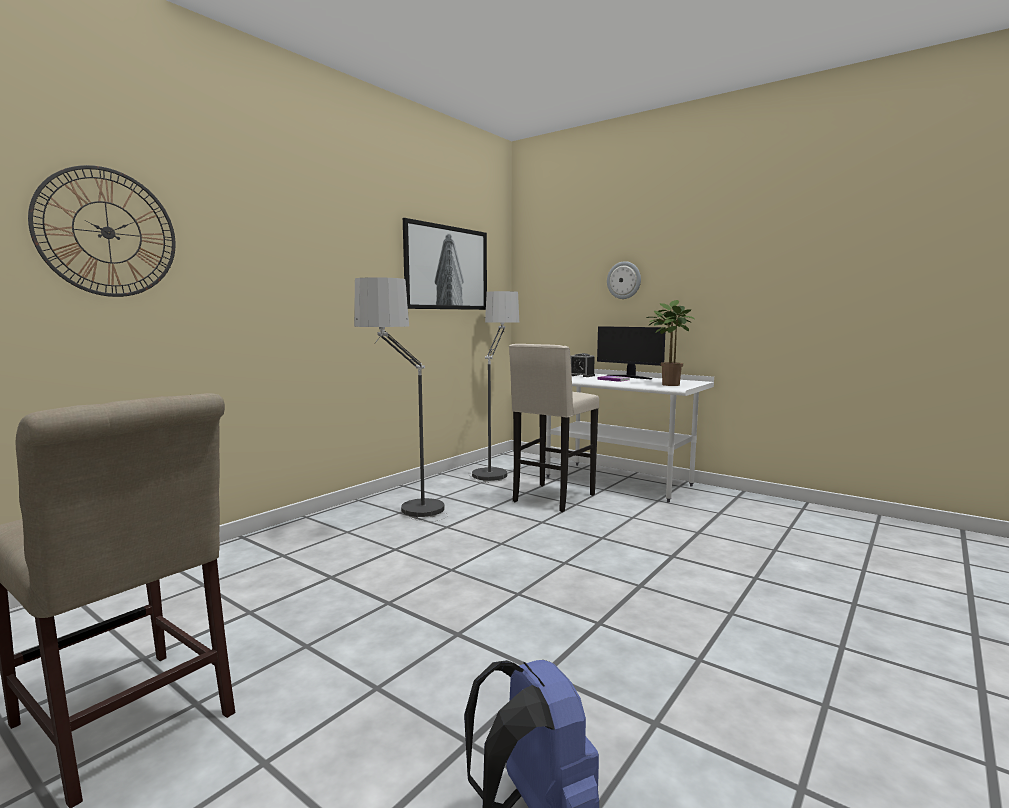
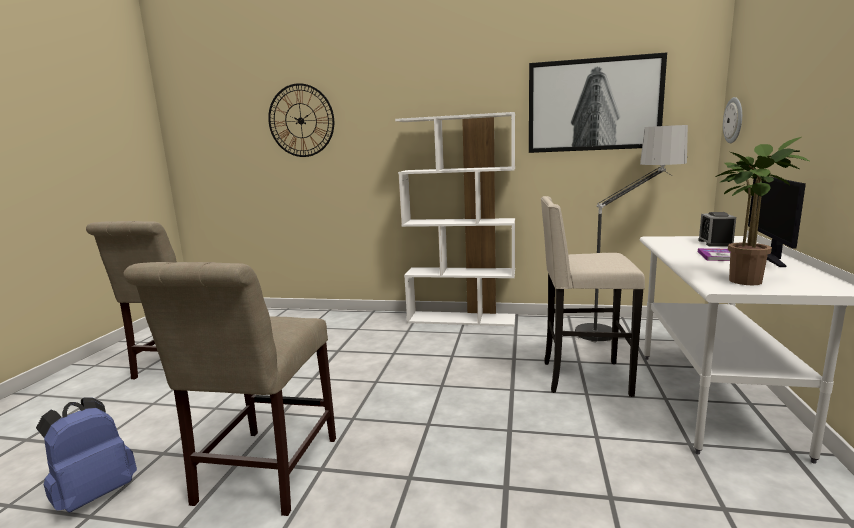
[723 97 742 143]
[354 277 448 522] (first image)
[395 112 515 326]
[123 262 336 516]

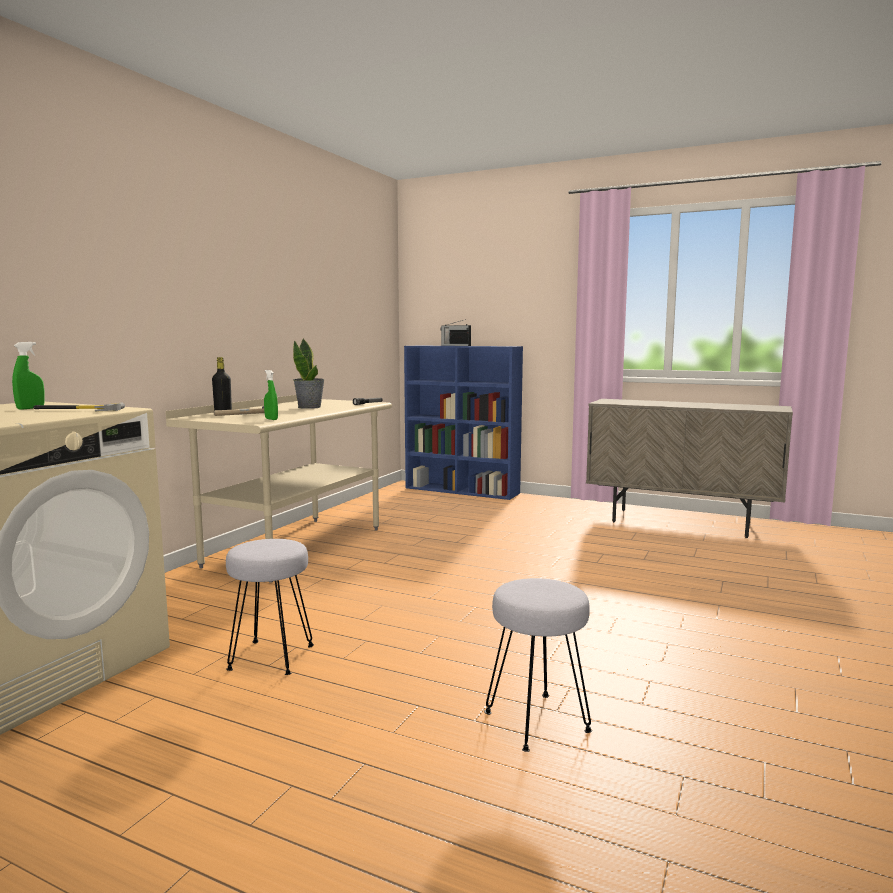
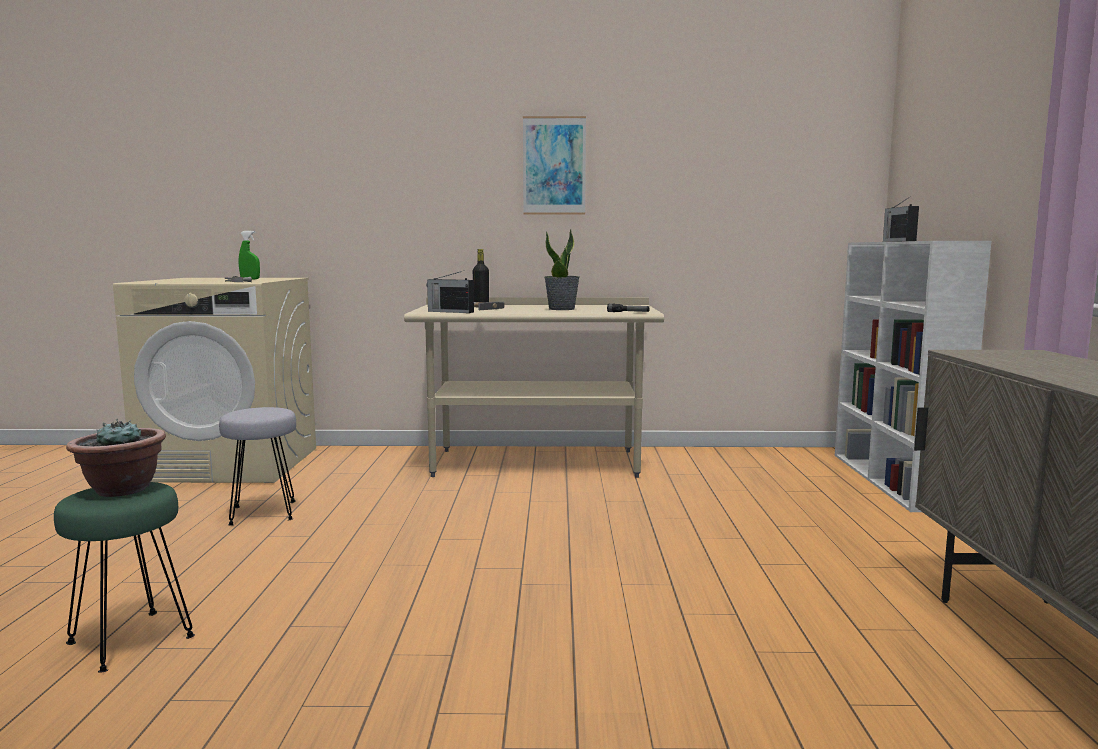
[835 241 991 512]
[427 270 474 313]
[54 482 195 673]
[523 116 586 215]
[66 419 166 497]

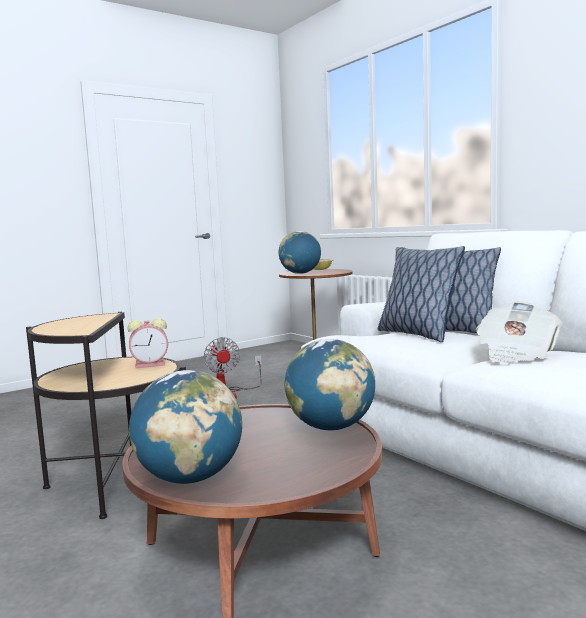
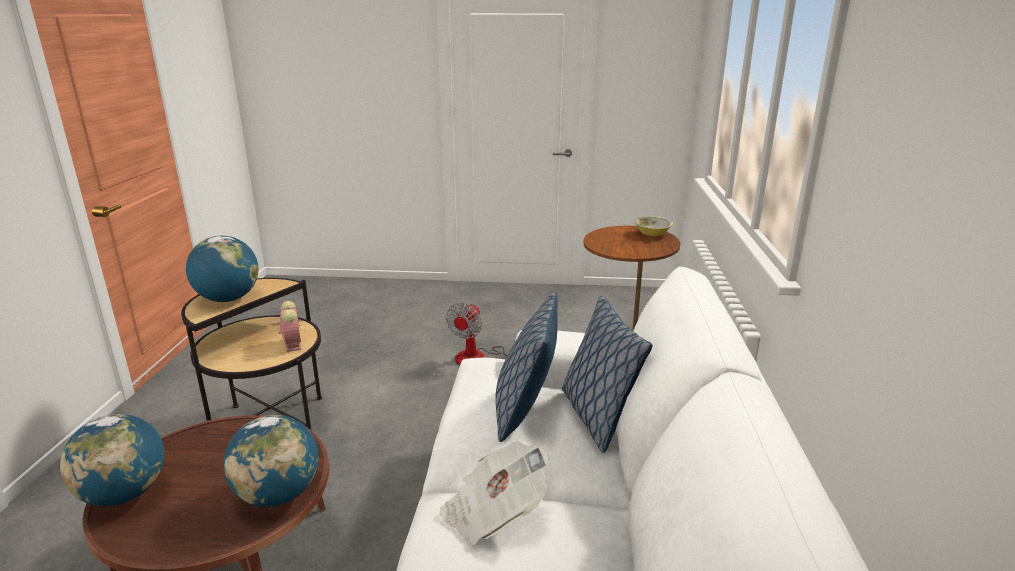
[186 236 259 302]
[277 301 301 352]

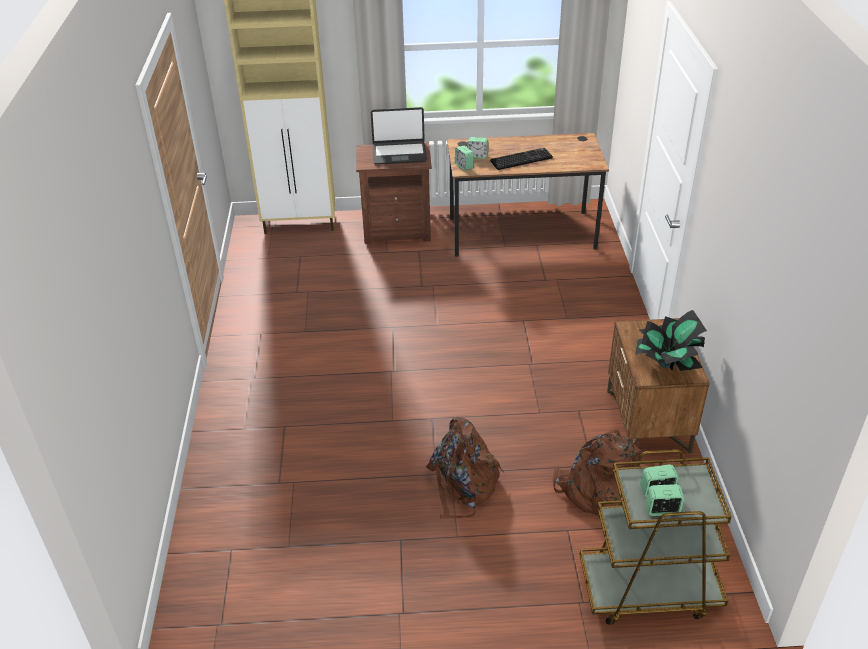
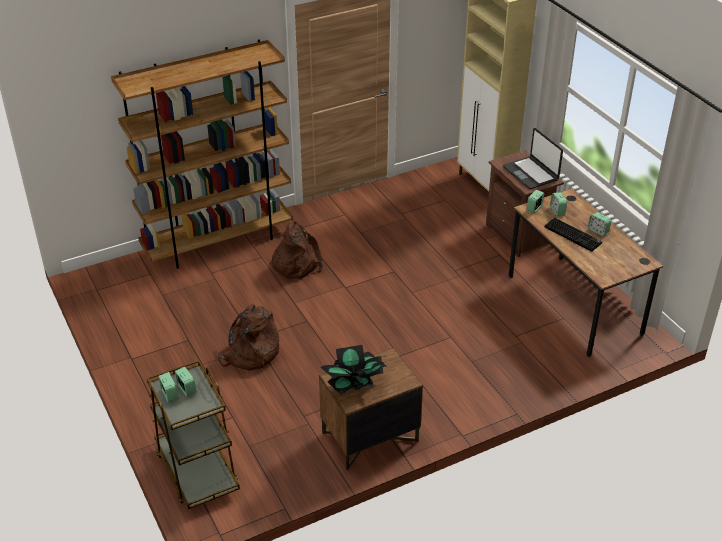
[269 222 323 279]
[111 40 293 269]
[588 212 611 236]

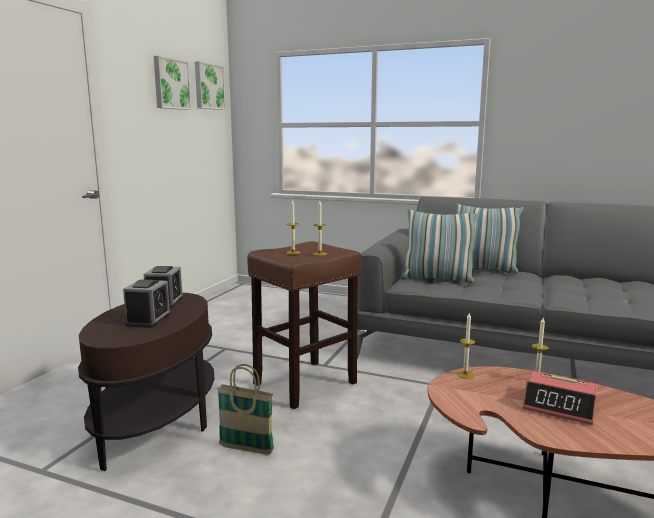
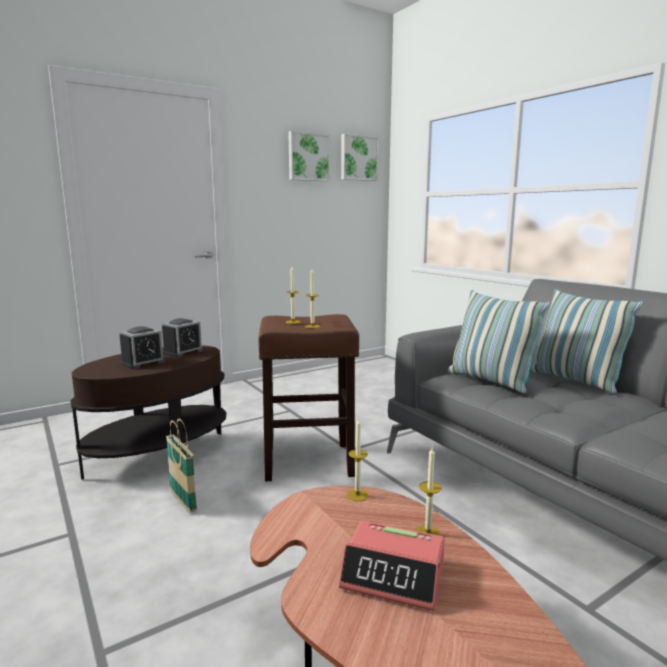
[339 520 445 611]

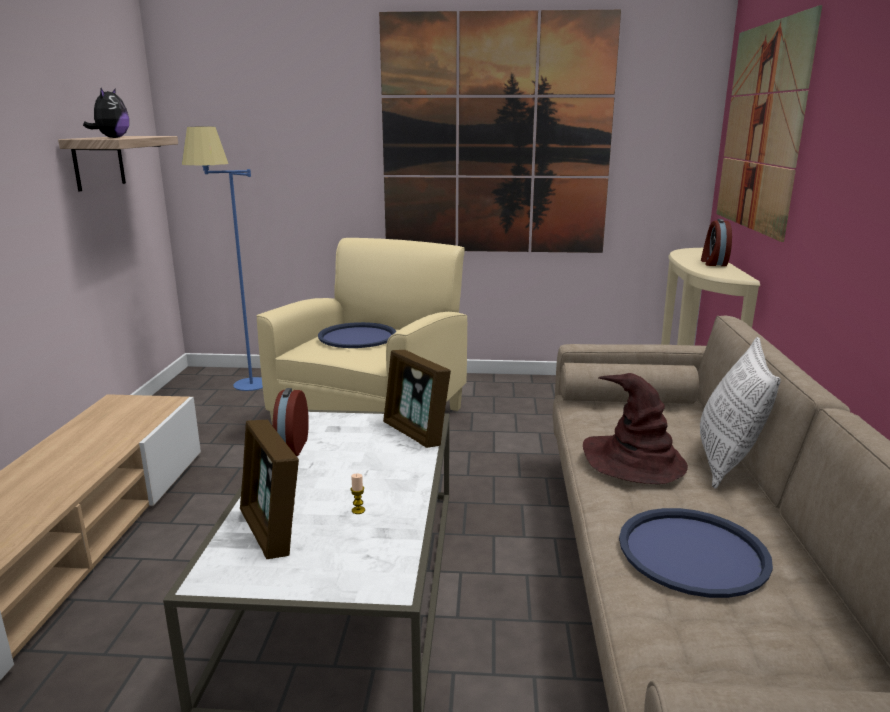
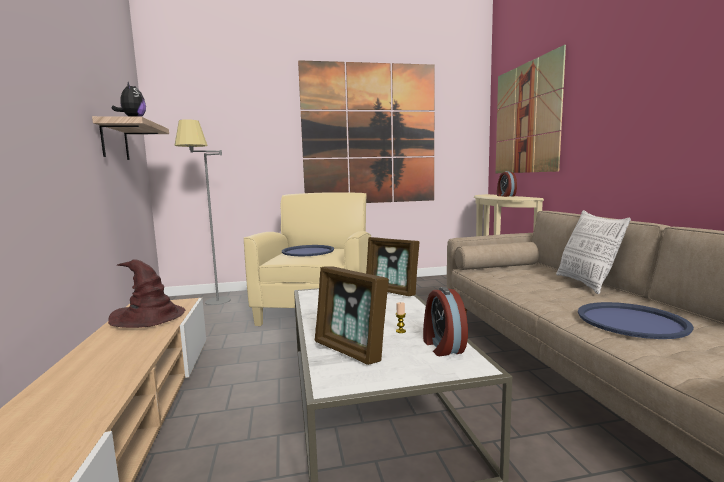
[174 119 231 305]
[108 259 186 328]
[423 287 468 356]

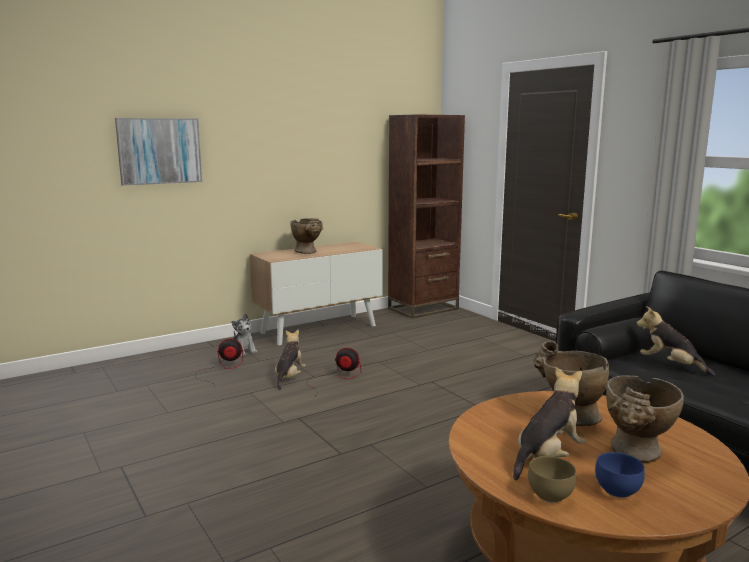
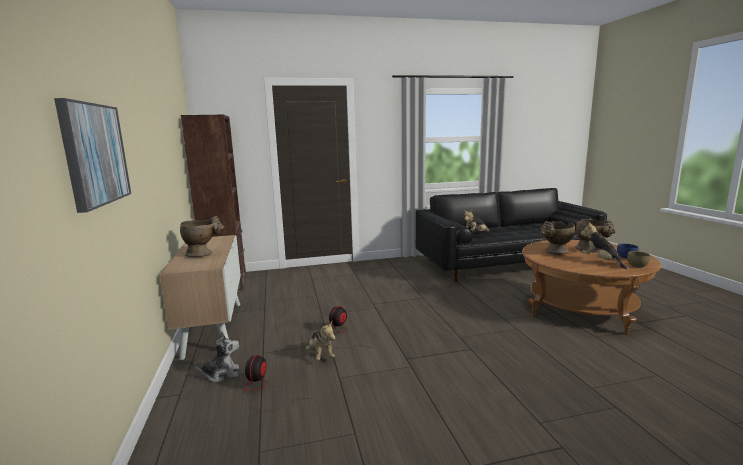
[306 322 336 360]

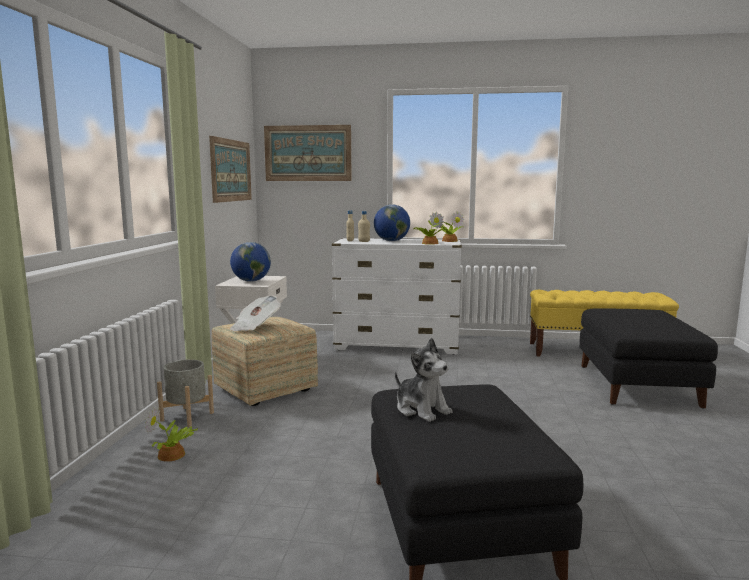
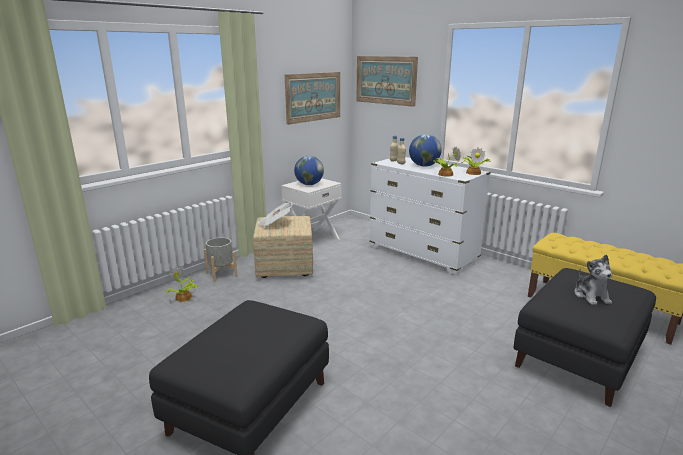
[574 254 612 305]

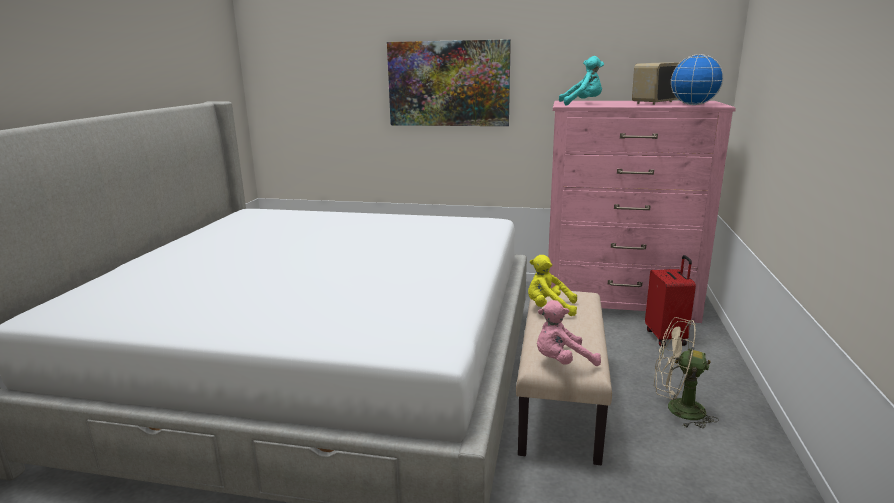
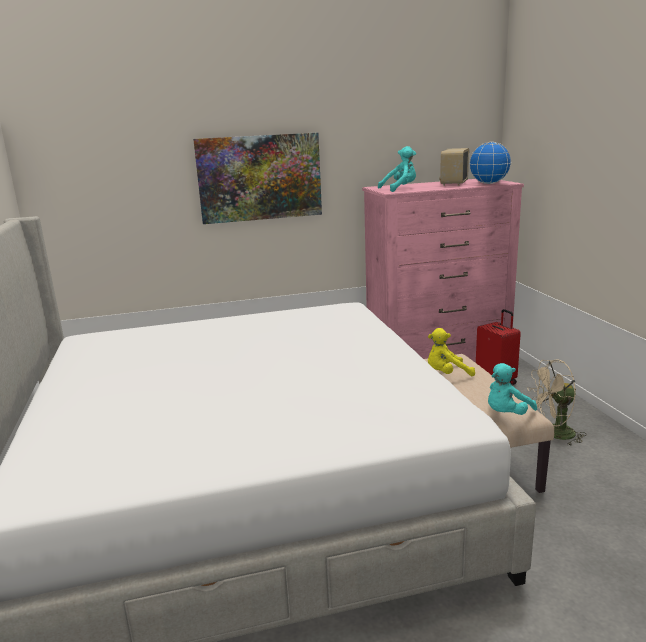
[488 363 537 415]

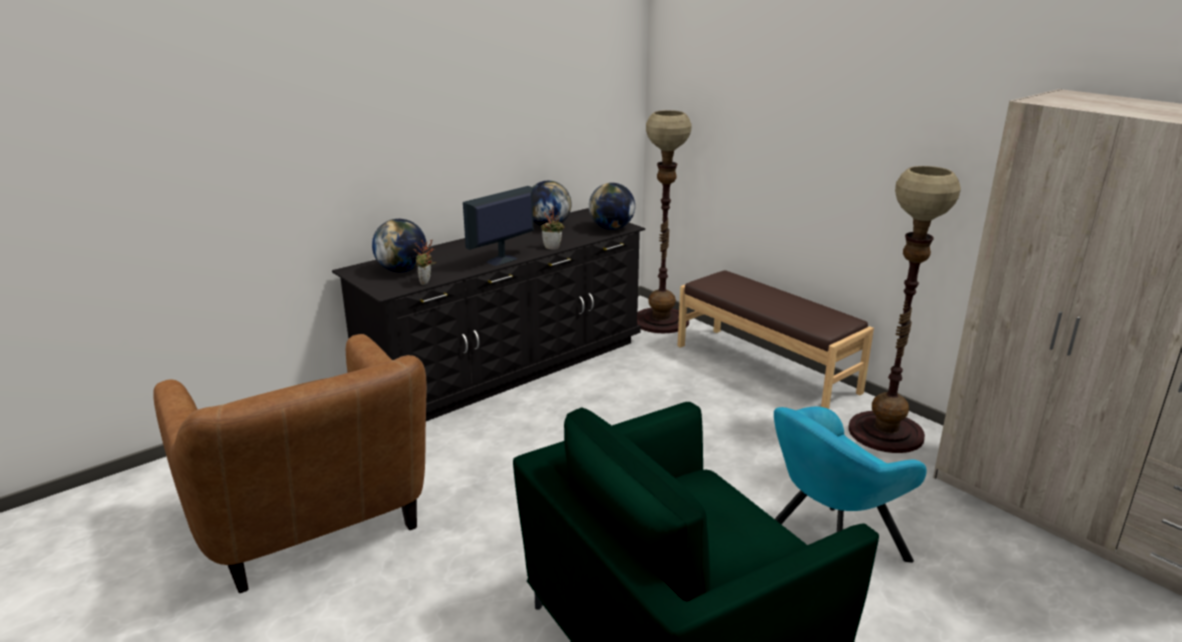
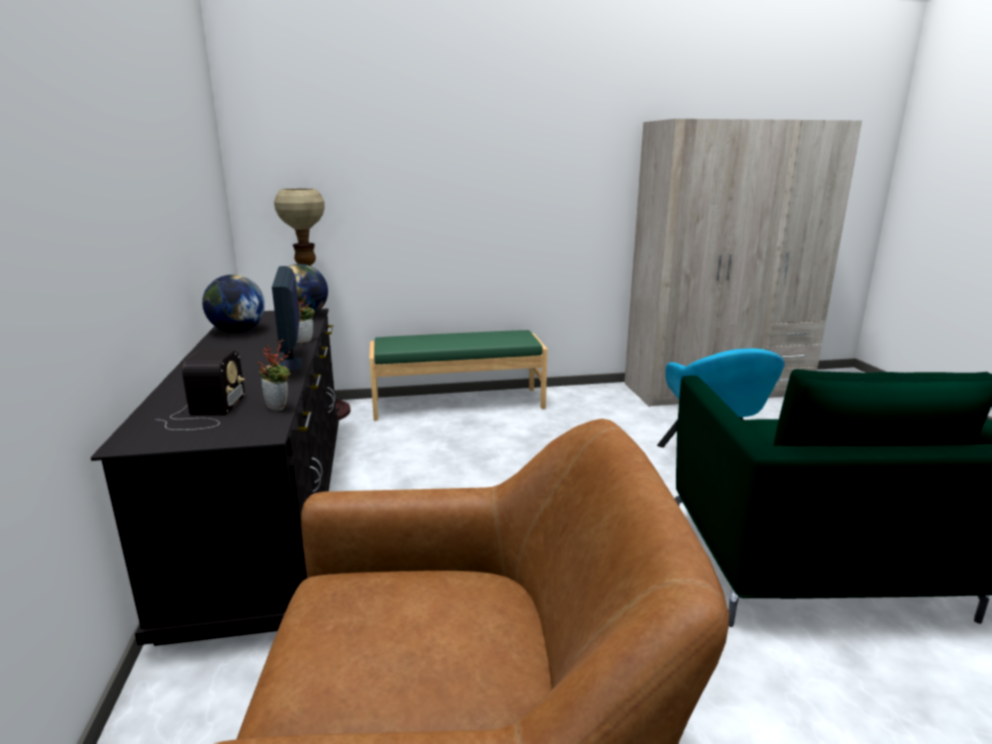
[848 166 961 453] (first image)
[155 350 245 430]
[369 330 548 421]

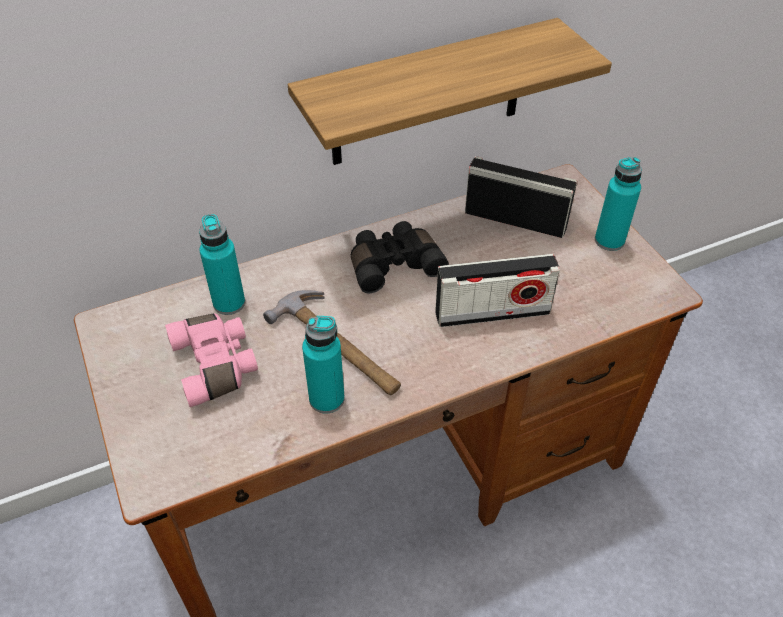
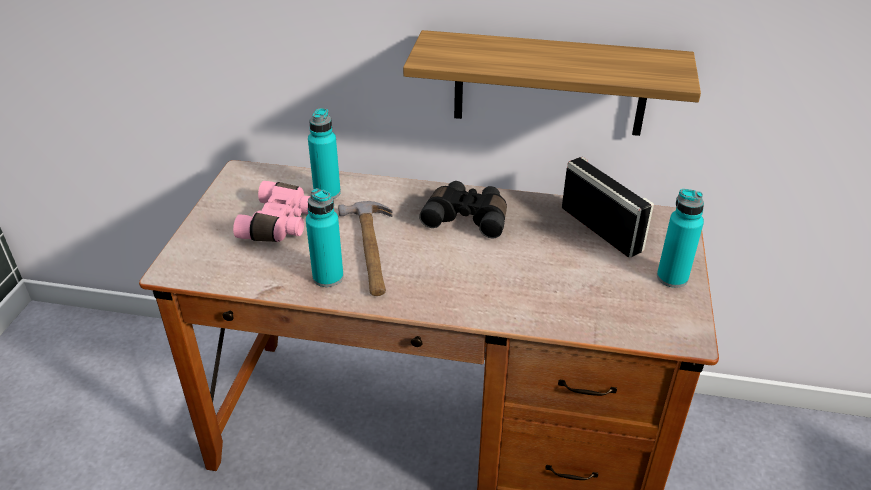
[435 254 560 327] (first image)

